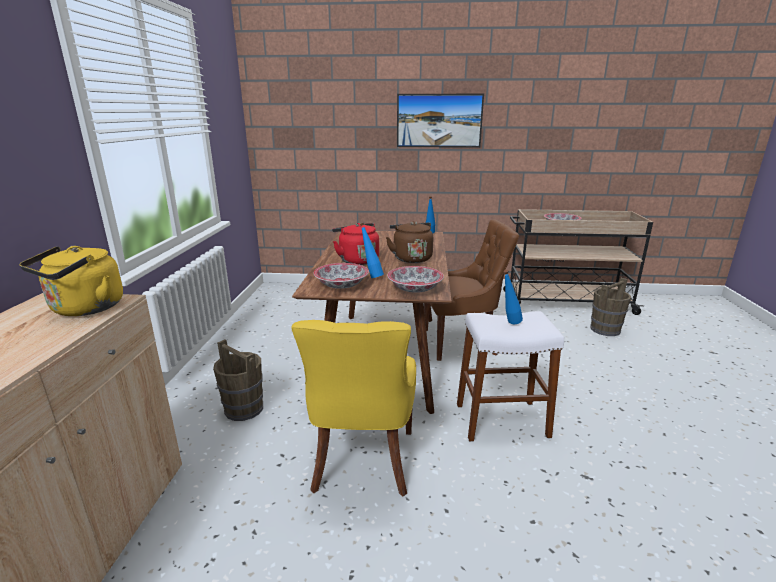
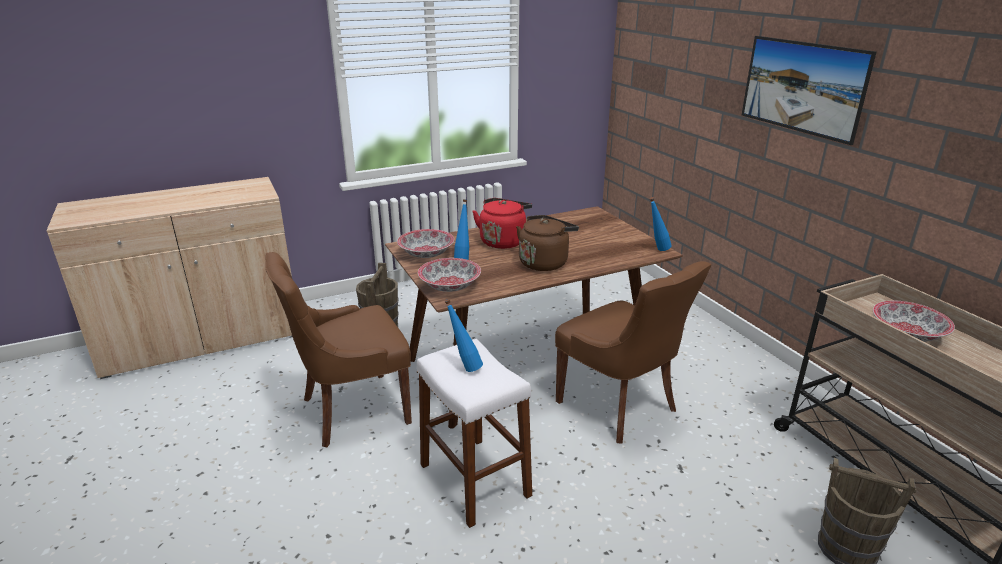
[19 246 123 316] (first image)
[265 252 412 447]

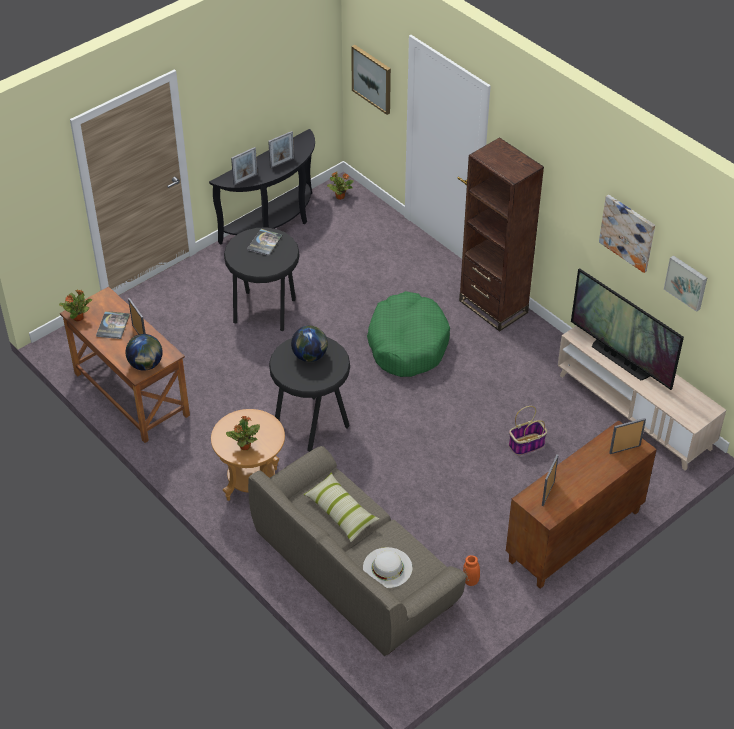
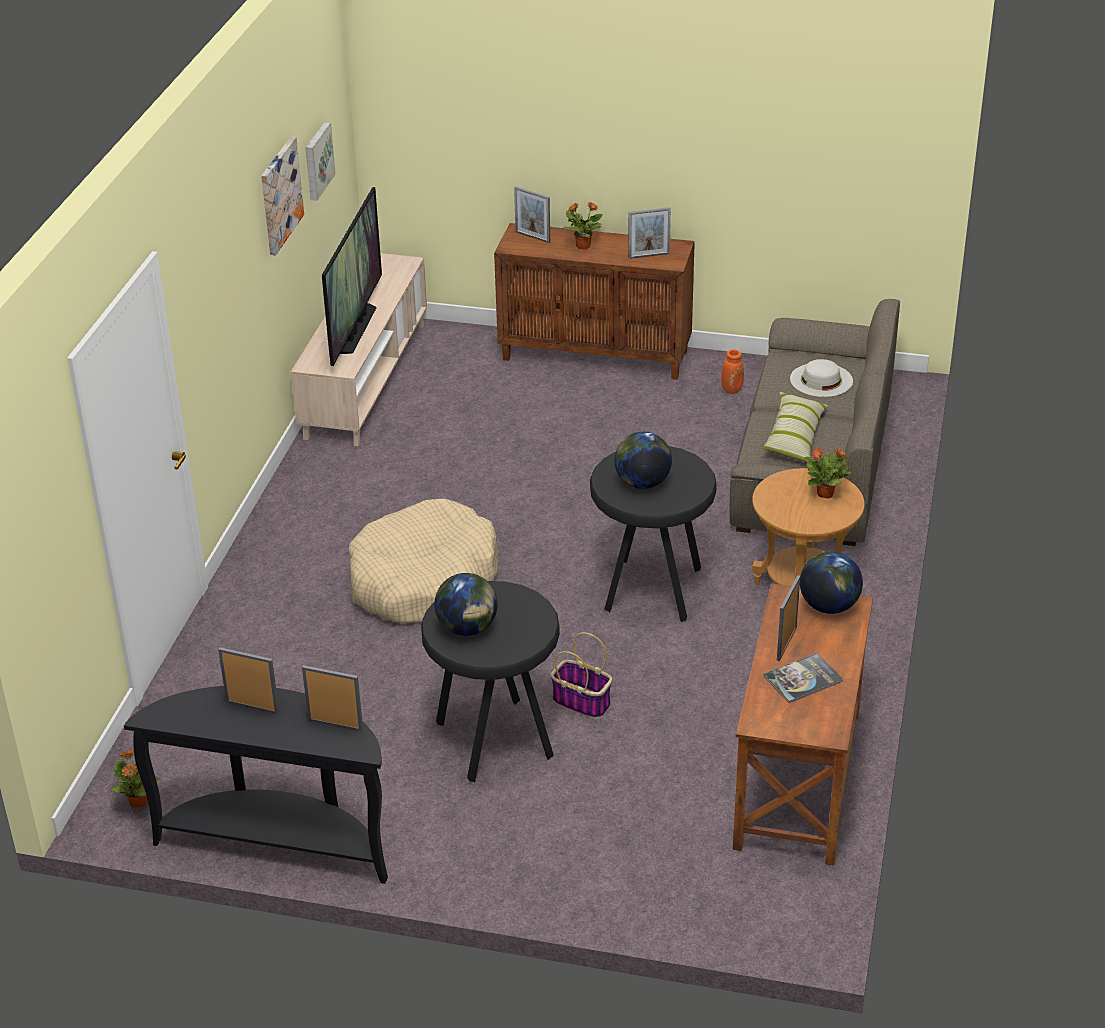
[351 45 391 115] (first image)
[459 137 544 332] (first image)
[434 573 497 636]
[563 202 603 249]
[349 498 498 623]
[551 632 612 719]

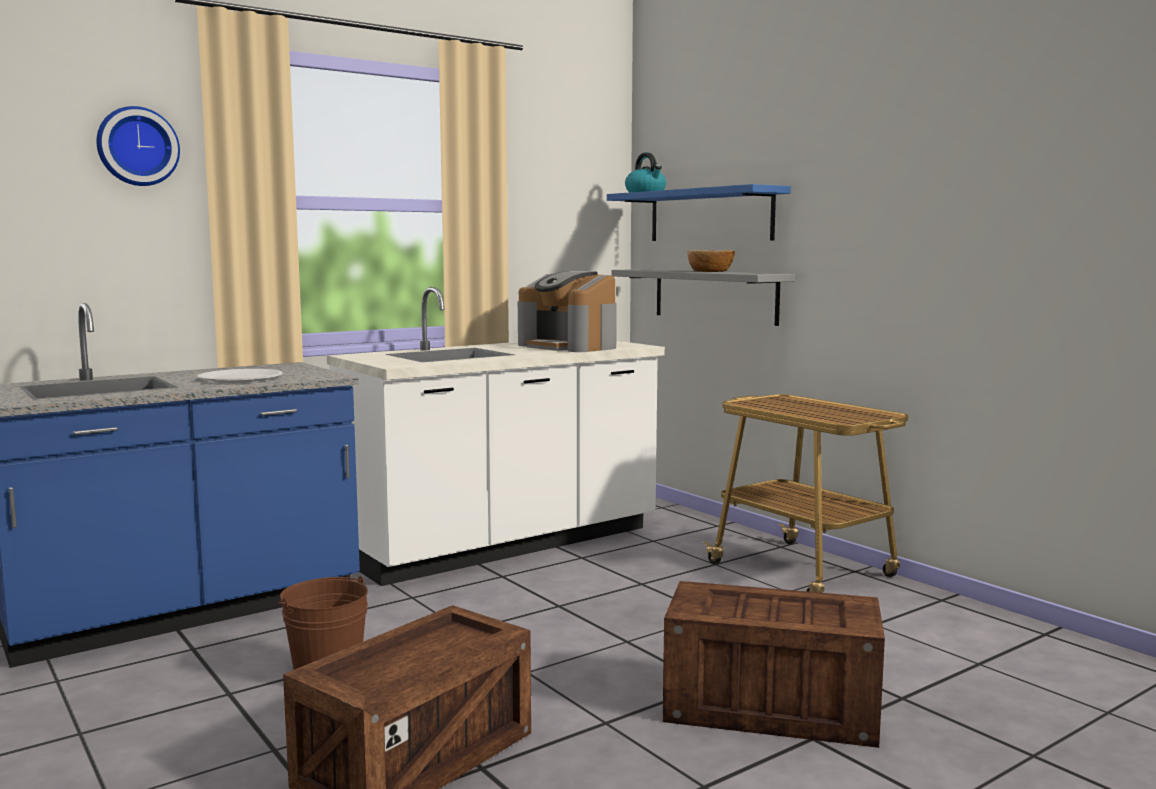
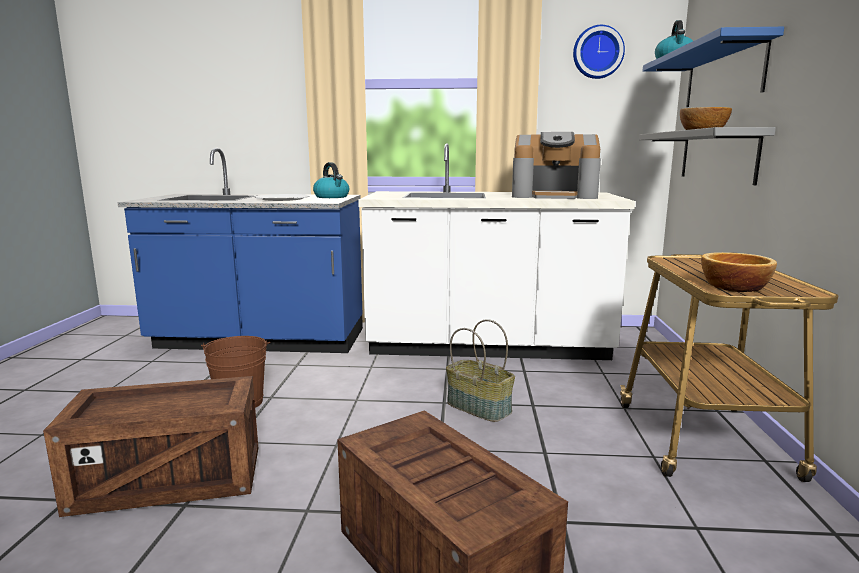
[573 25 625 79]
[512 132 601 199]
[313 162 349 198]
[701 252 777 292]
[446 319 515 422]

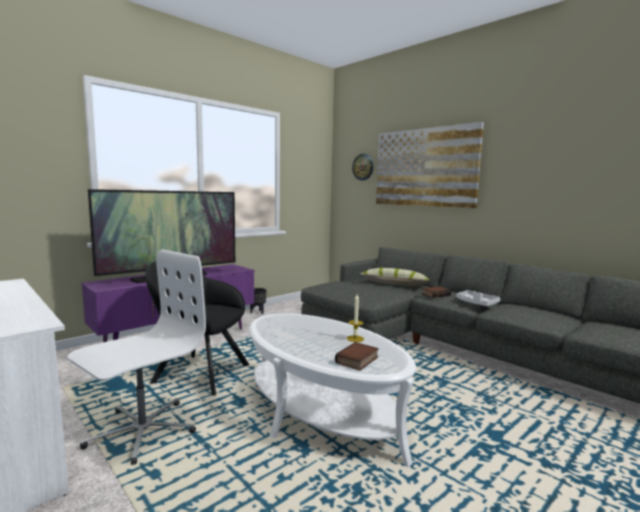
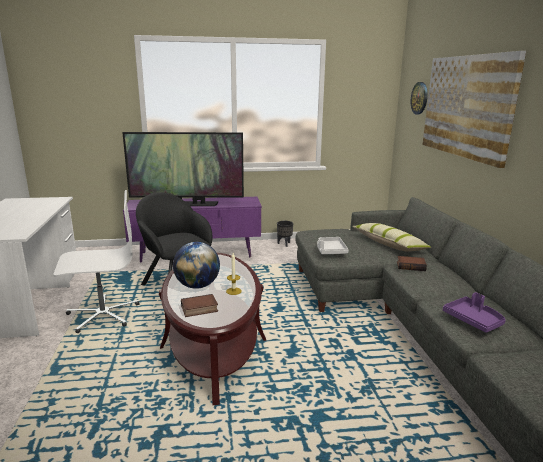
[317 237 348 254]
[159 253 266 405]
[173 242 220 289]
[443 292 506 333]

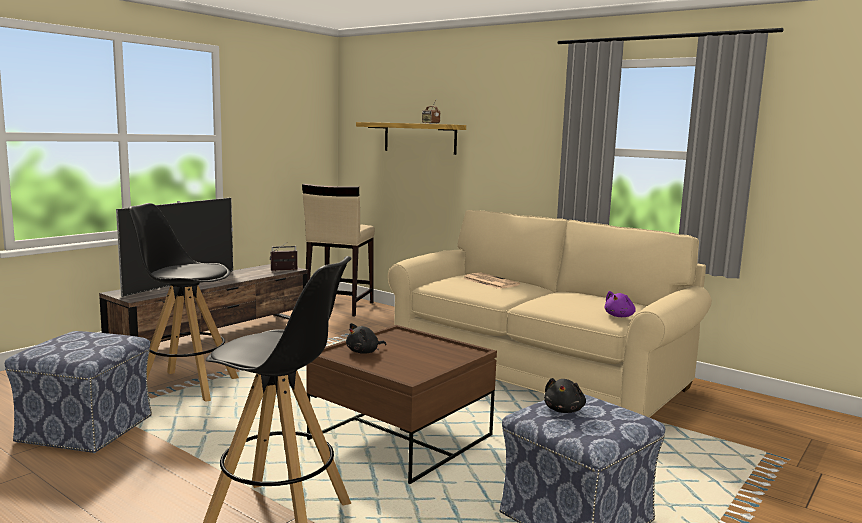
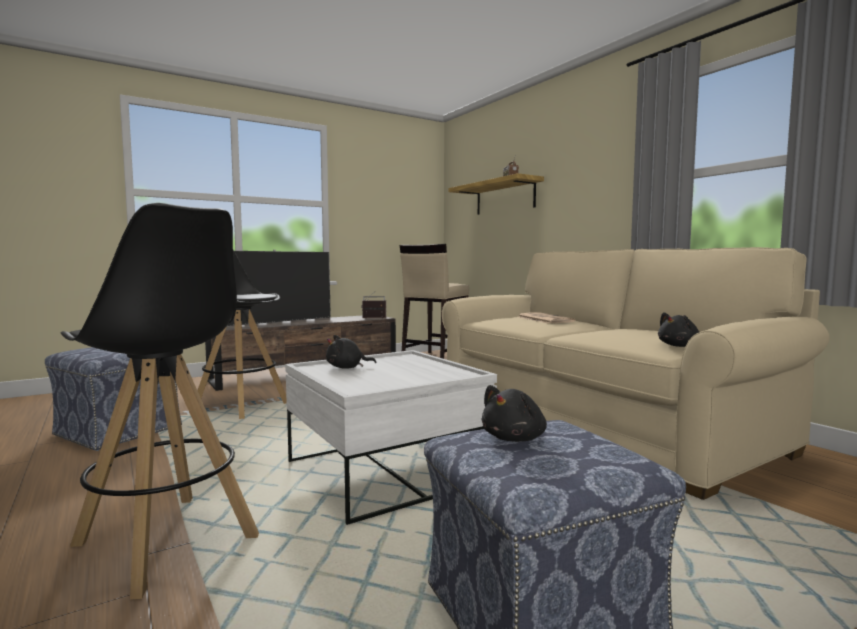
[658 312 699 347]
[285 350 497 525]

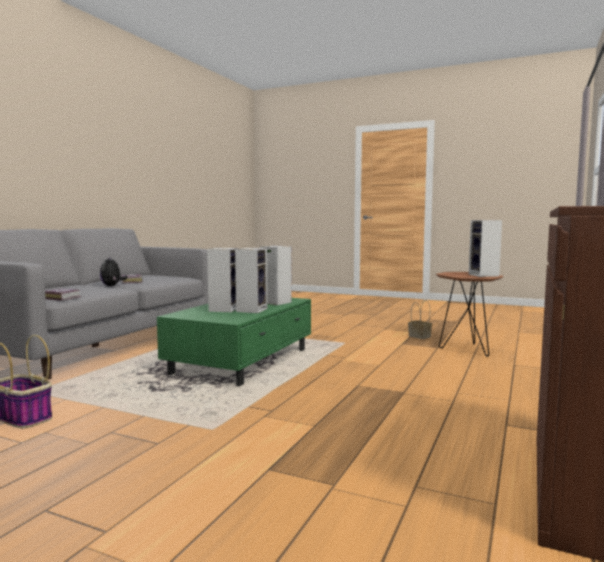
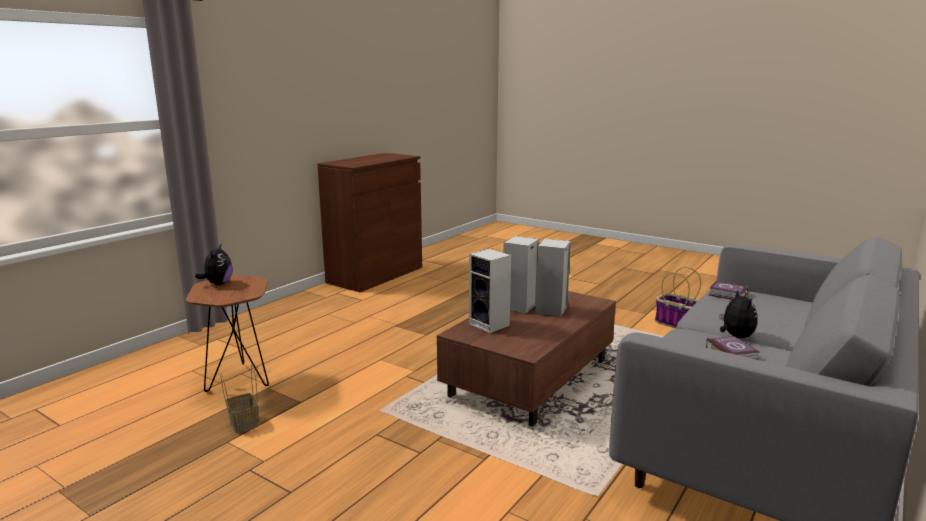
[195 244 233 285]
[437 291 616 427]

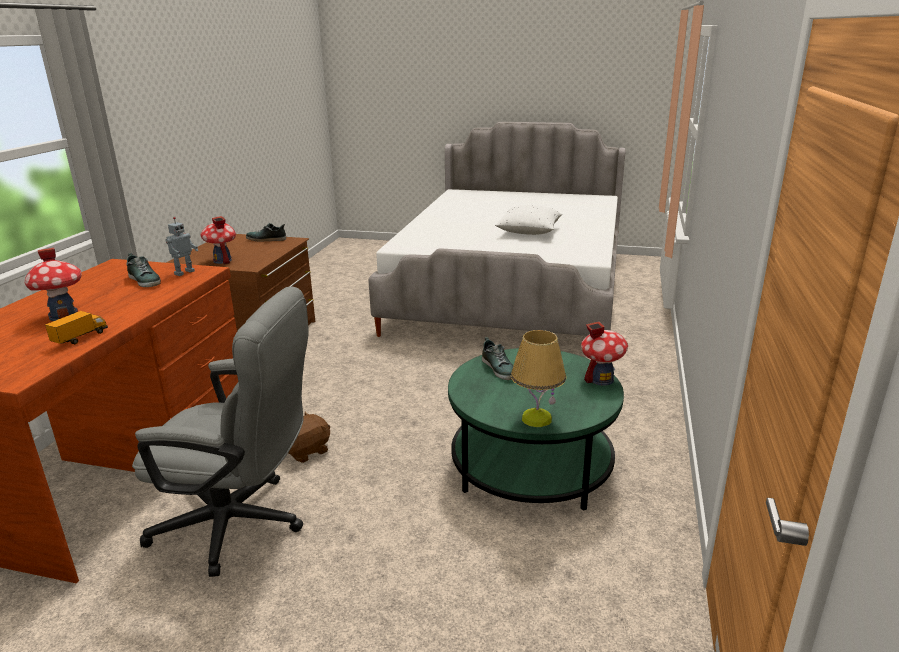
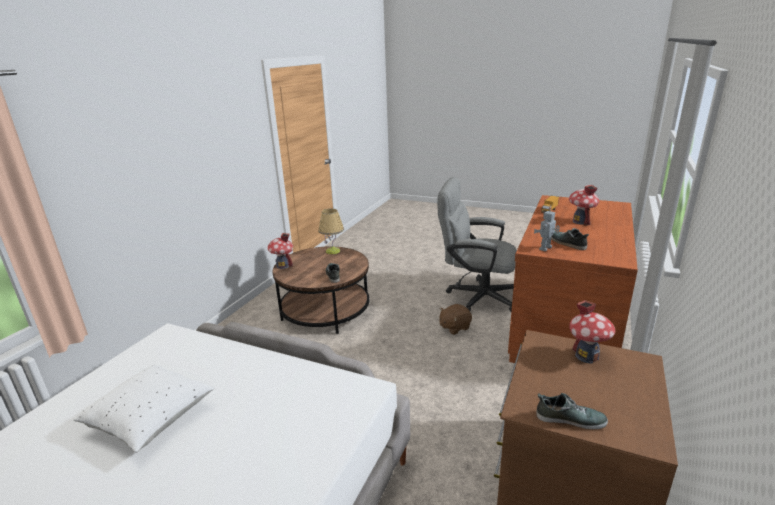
[273 246 369 334]

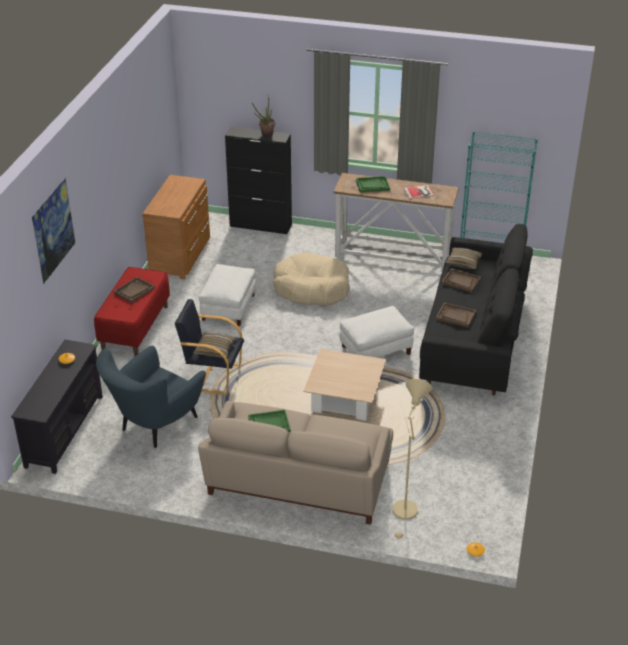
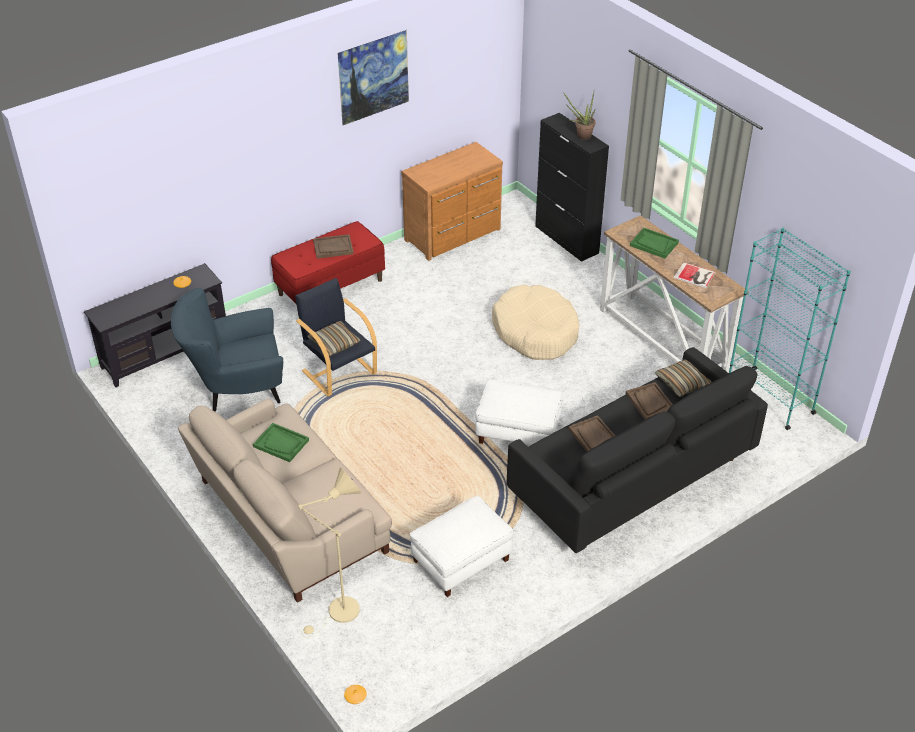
[337 30 409 125]
[410 496 514 597]
[303 349 386 421] (first image)

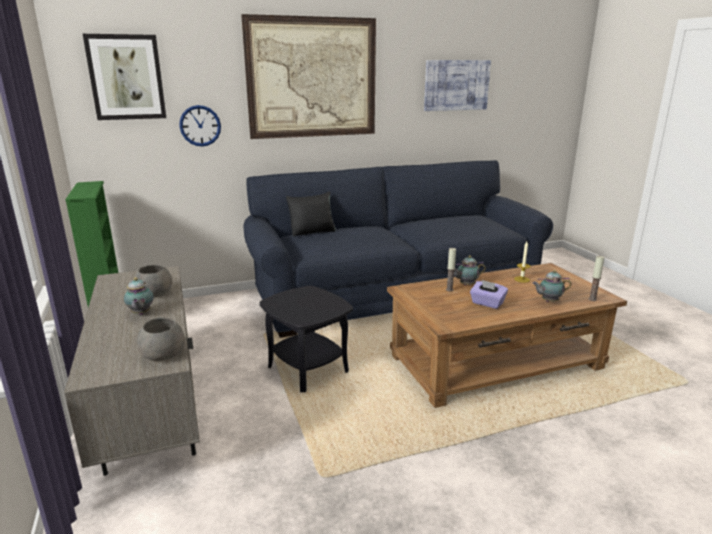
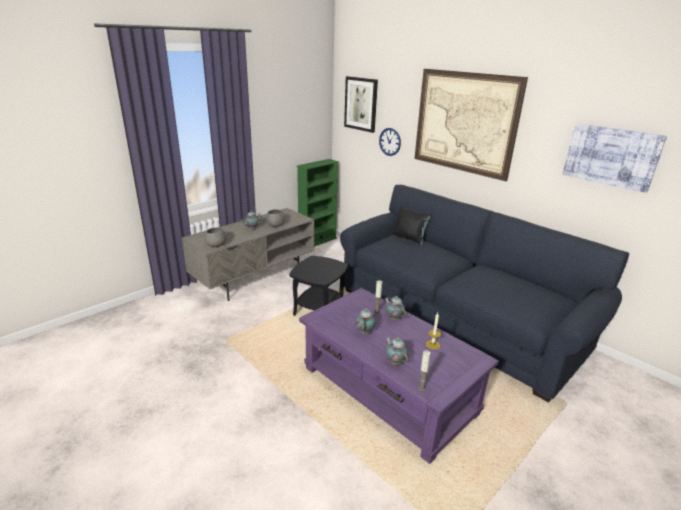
[299 288 499 464]
[356 308 375 334]

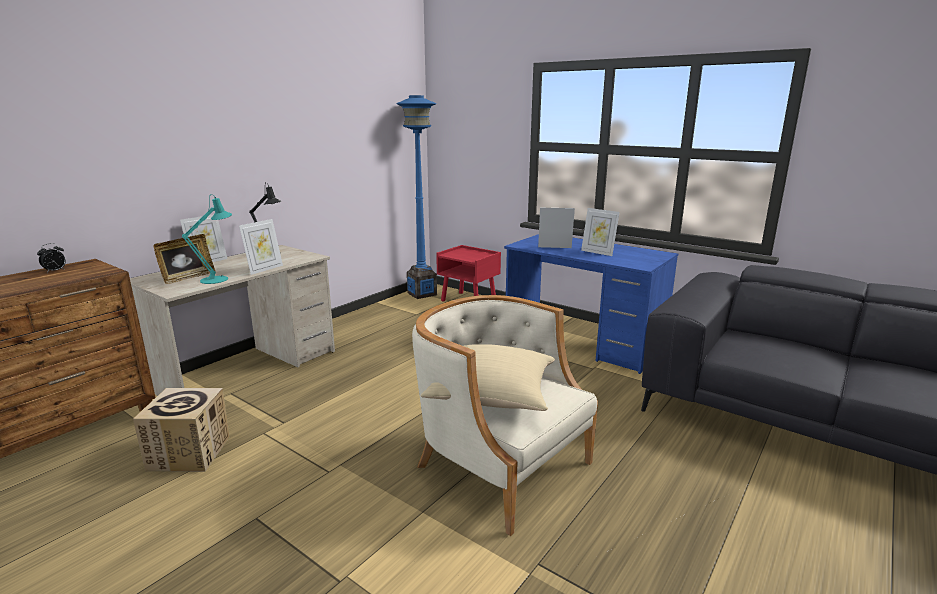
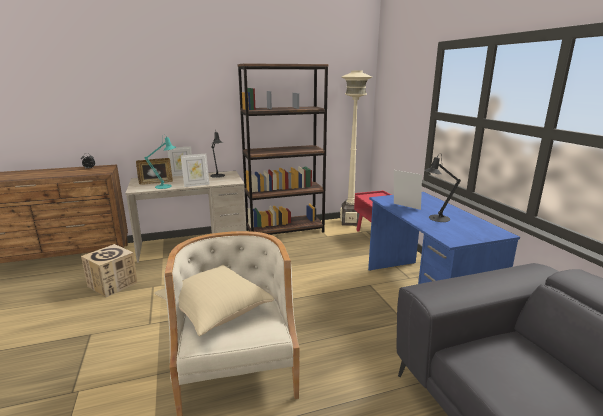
[340 71 372 226]
[425 153 461 222]
[238 63 329 235]

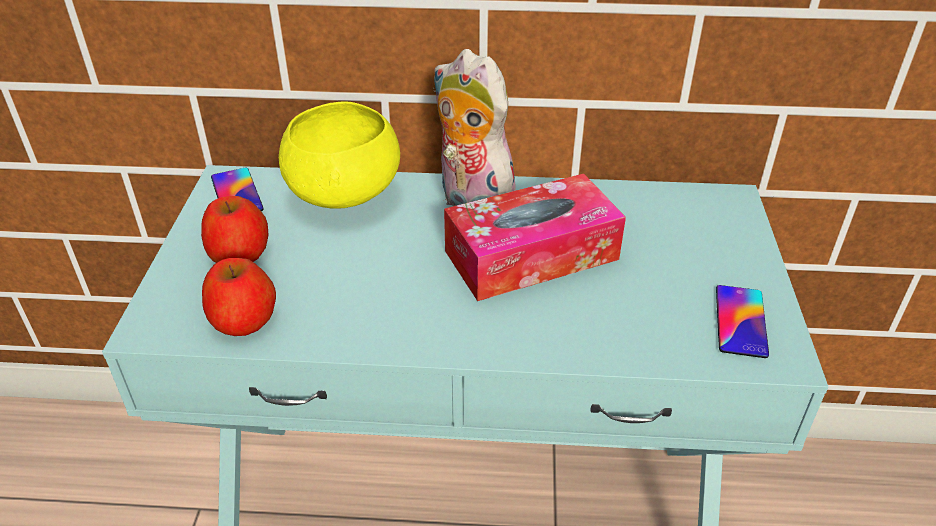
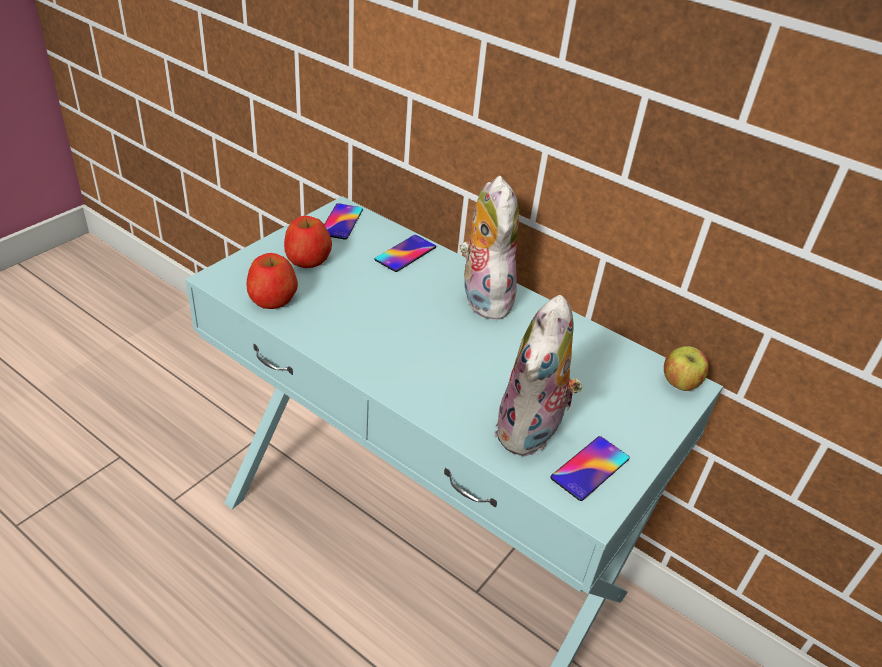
[375 235 436 272]
[444 174 626 301] (first image)
[494 295 582 456]
[664 346 709 391]

